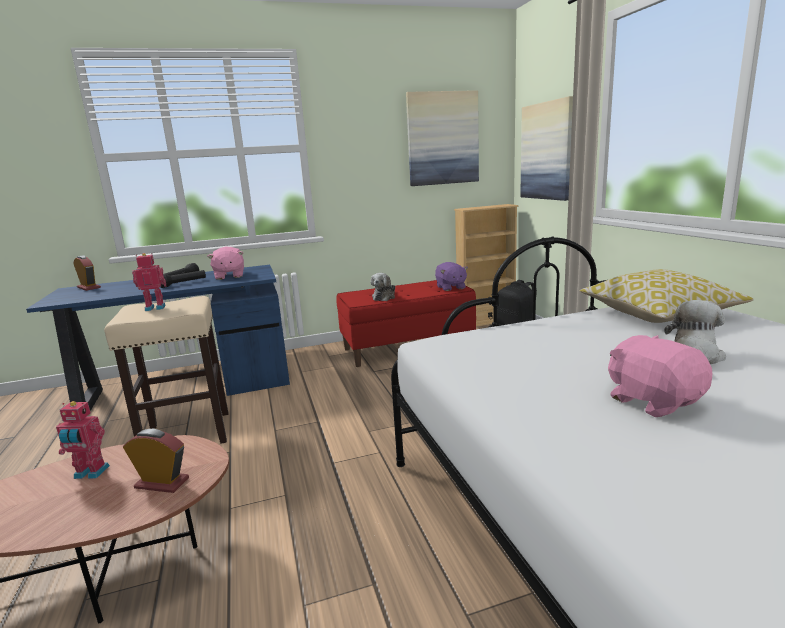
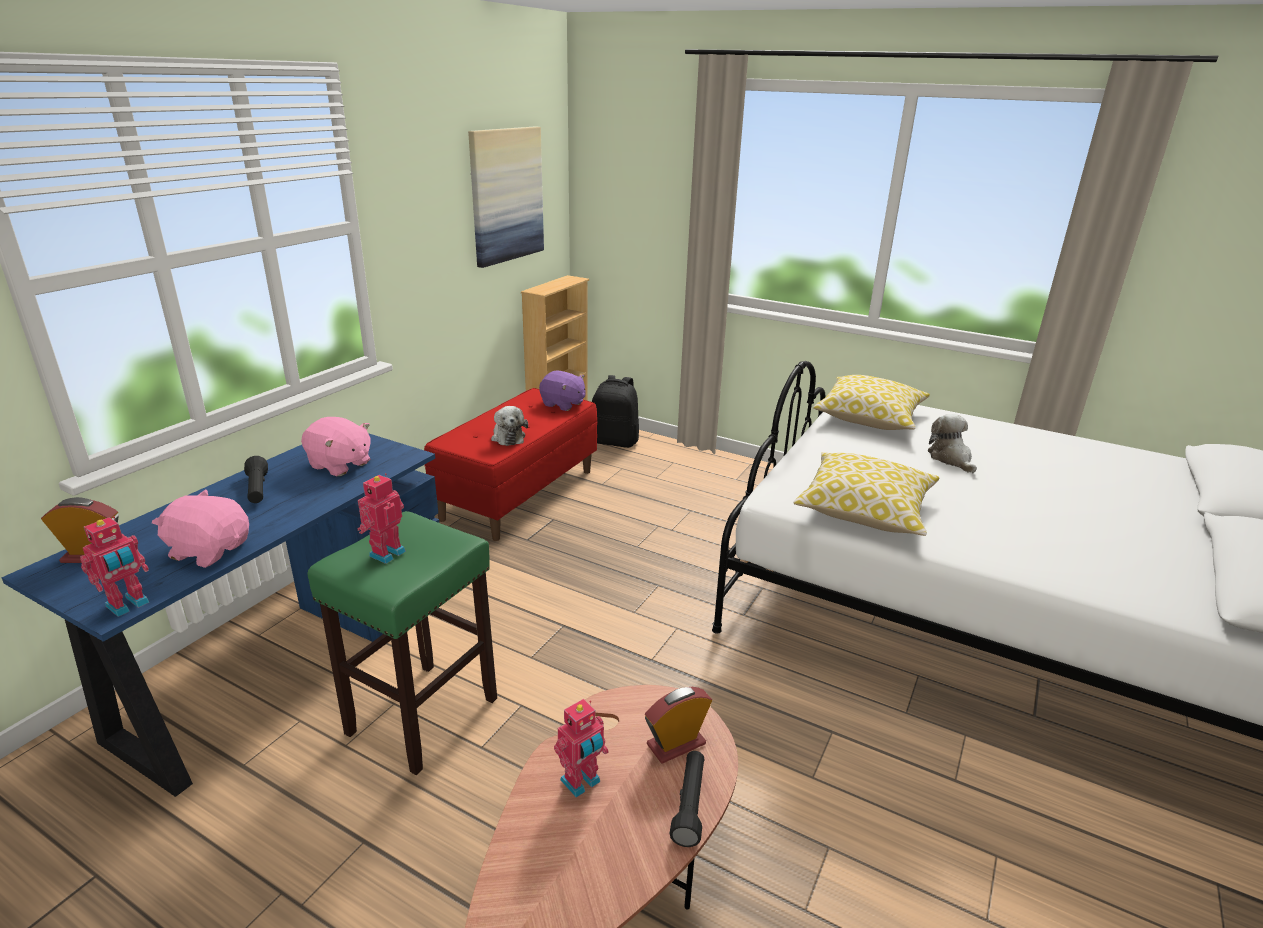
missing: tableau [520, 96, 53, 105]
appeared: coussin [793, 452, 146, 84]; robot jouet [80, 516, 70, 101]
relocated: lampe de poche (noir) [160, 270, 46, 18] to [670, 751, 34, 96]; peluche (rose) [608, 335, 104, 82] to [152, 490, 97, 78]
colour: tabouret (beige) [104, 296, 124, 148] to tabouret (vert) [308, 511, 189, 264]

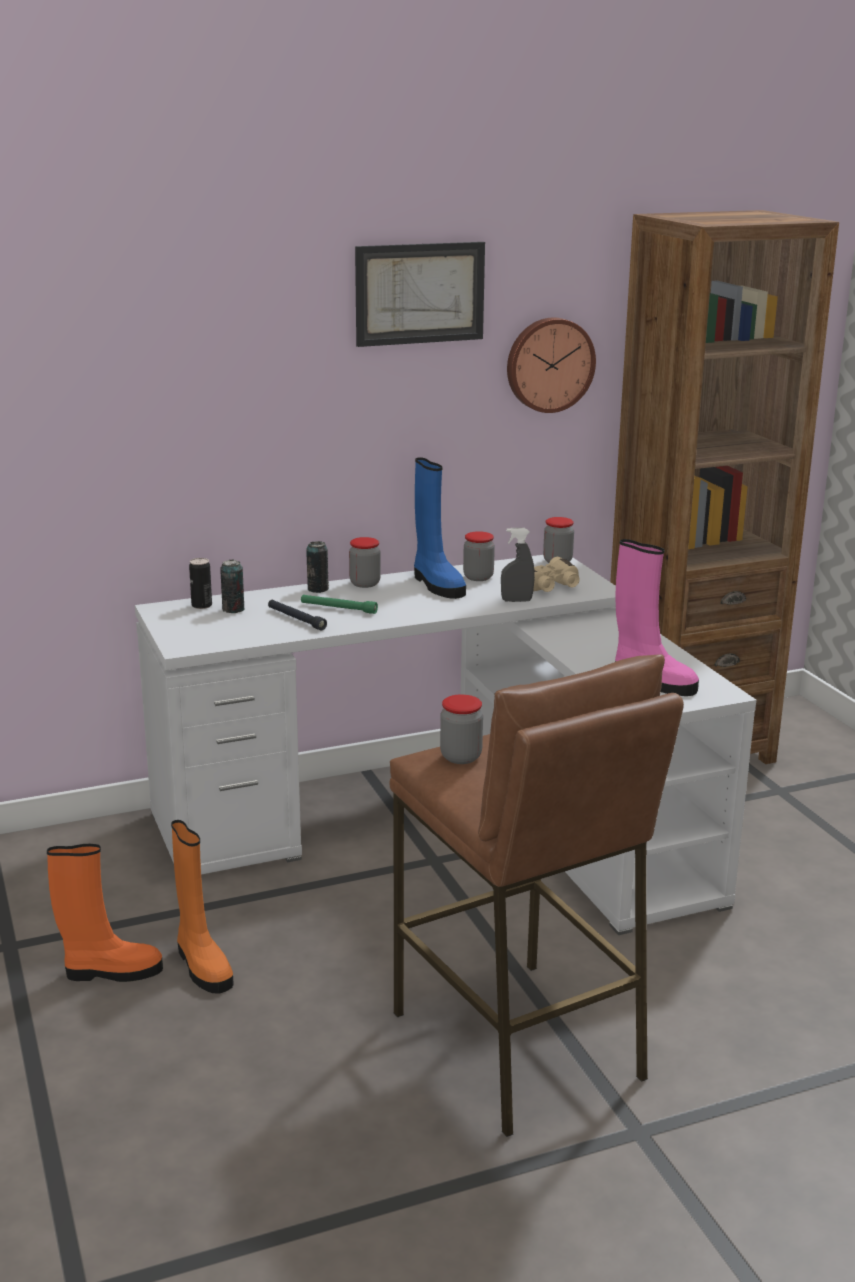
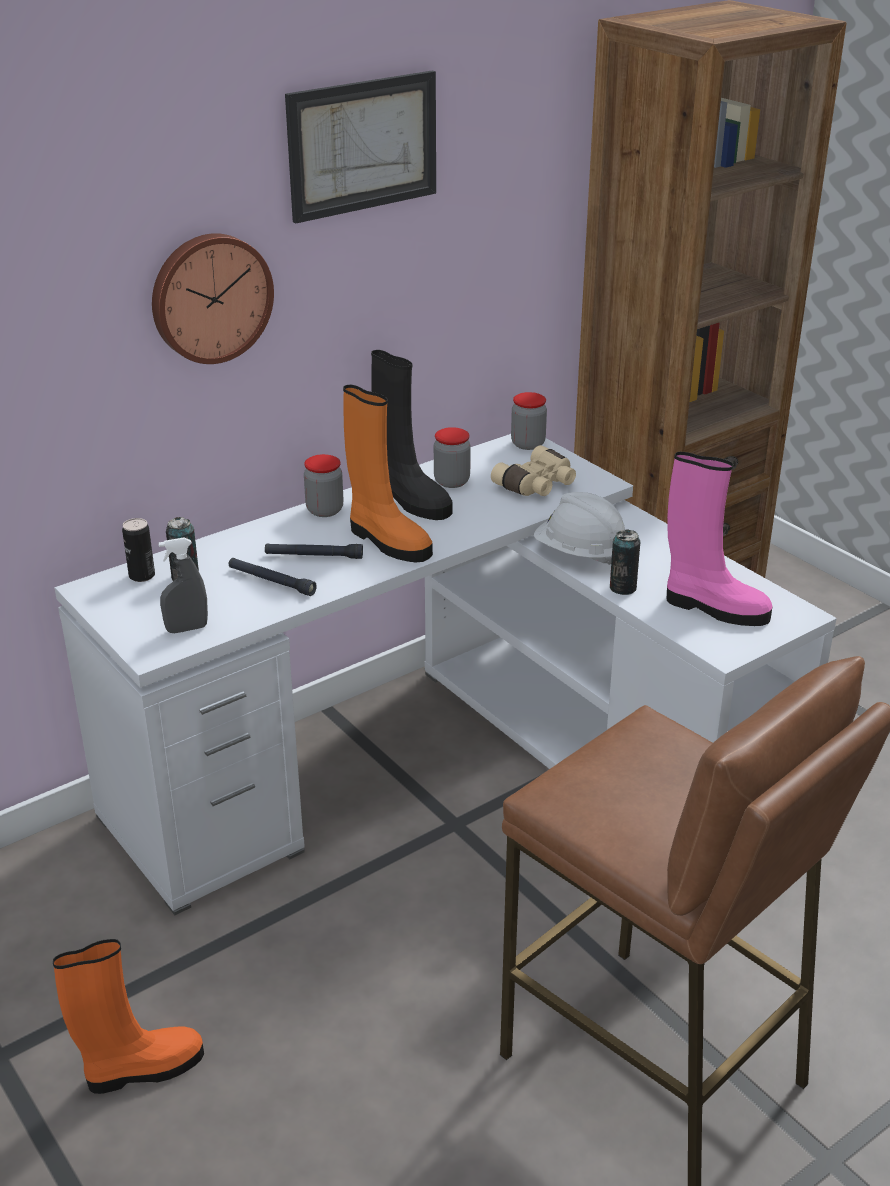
missing: bocal [440, 694, 43, 70]
appeared: casque de chantier (blanc) [534, 492, 91, 73]
relocated: horloge murale [507, 317, 89, 96] to [152, 233, 122, 131]; vaporisateur (gris) [501, 528, 34, 74] to [158, 537, 50, 96]; boîte métallique [306, 541, 23, 52] to [610, 529, 31, 66]; botte (orange) [171, 820, 62, 174] to [343, 385, 90, 177]
colour: botte (bleu) [414, 457, 52, 142] to botte (noir) [371, 350, 82, 170]; lampe de poche (vert) [301, 595, 77, 19] to lampe de poche (noir) [265, 544, 98, 15]

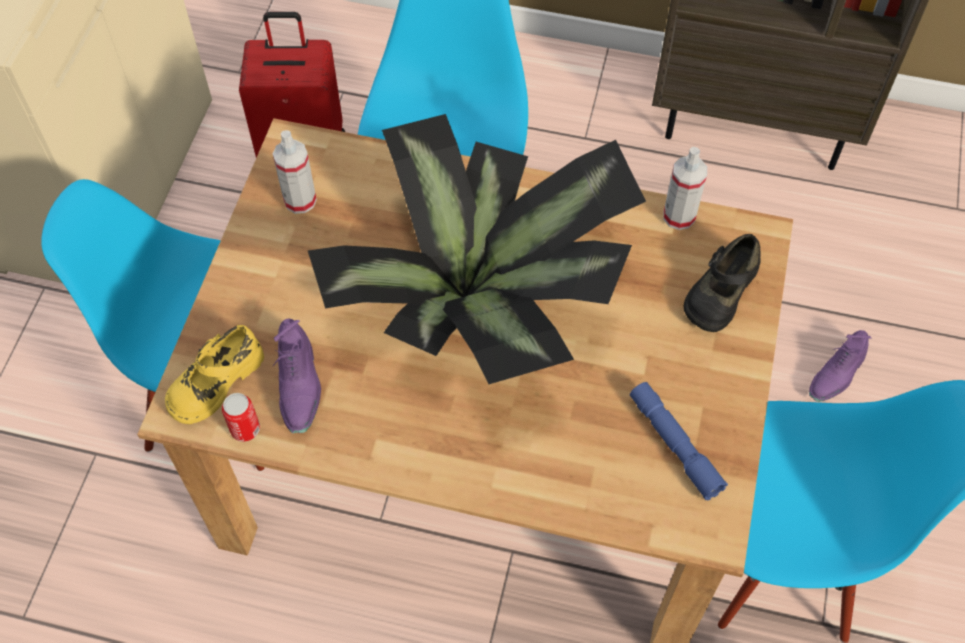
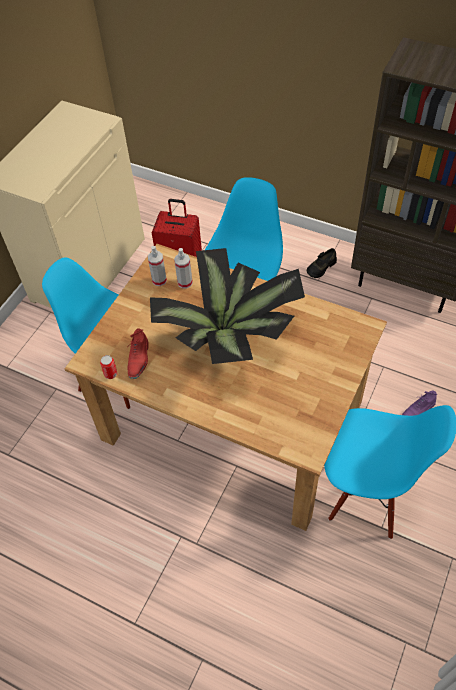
missing: chaussure (jaune) [165, 325, 99, 99]; lampe de poche (bleu) [630, 382, 98, 119]
relocated: vaporisateur [663, 147, 44, 83] to [174, 248, 19, 40]; chaussure (noir) [684, 234, 77, 98] to [307, 248, 30, 30]
colour: chaussure (violet) [272, 319, 49, 114] to chaussure (rouge) [128, 329, 21, 50]

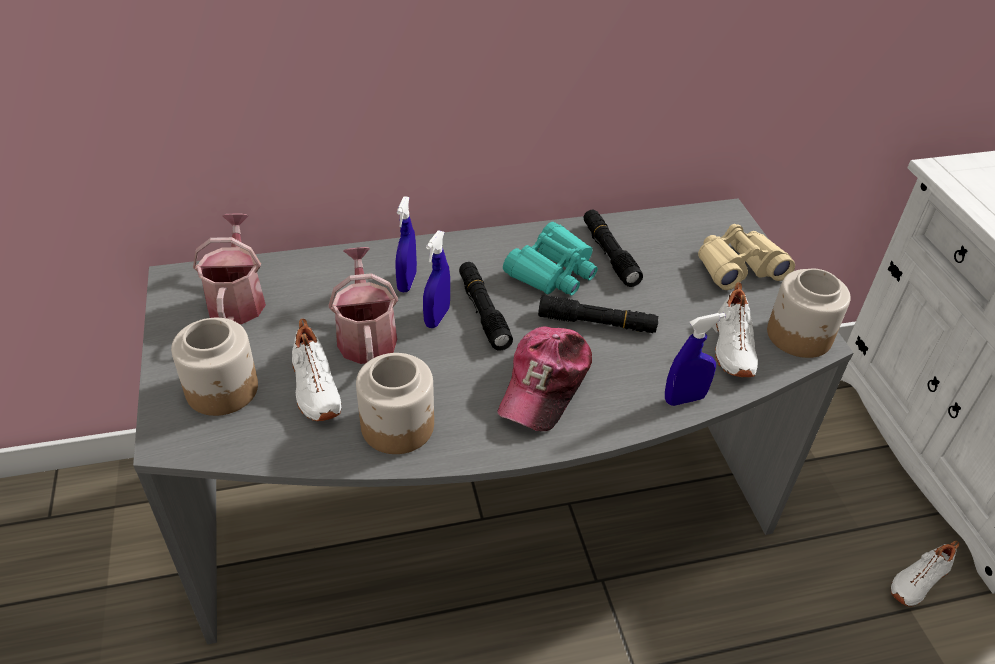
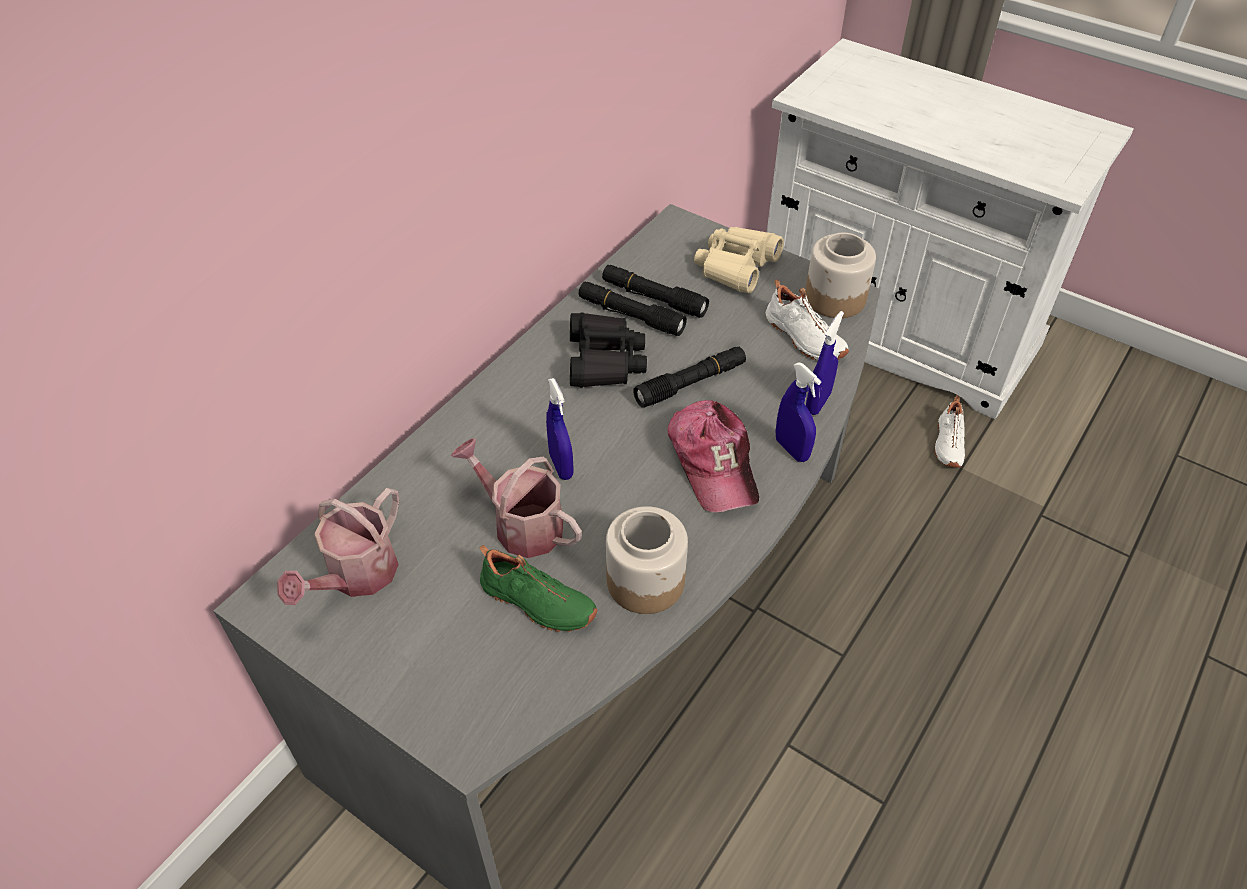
missing: bocal [171, 318, 87, 98]
relocated: vaporisateur (bleu) [395, 196, 22, 96] to [776, 362, 45, 100]; lampe de poche (noir) [459, 262, 54, 88] to [602, 265, 107, 53]
colour: jumelles (turquoise) [503, 222, 95, 74] to jumelles (noir) [570, 313, 77, 74]; chaussure (blanc) [292, 319, 49, 102] to chaussure (vert) [479, 545, 119, 87]
spun: arrosoir [193, 214, 73, 110] = [277, 488, 123, 117] 105 degrees counterclockwise

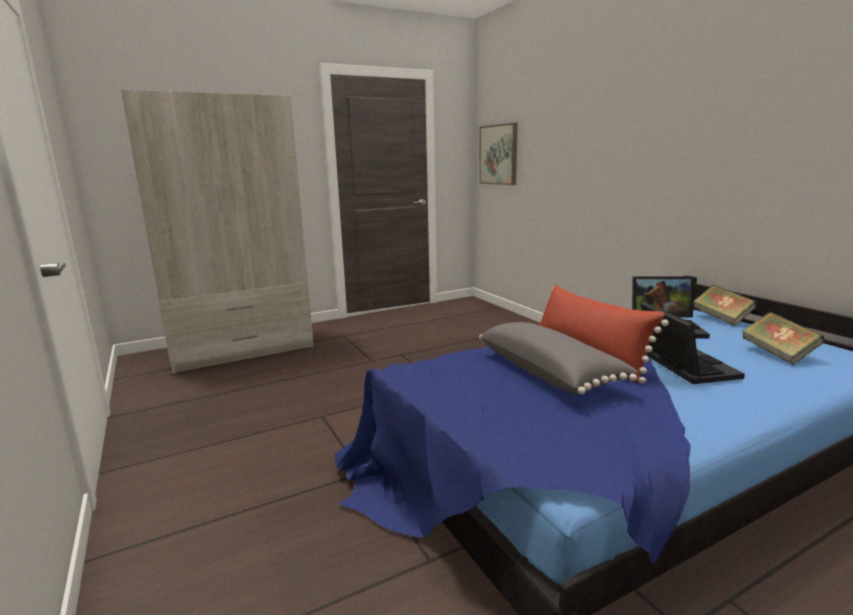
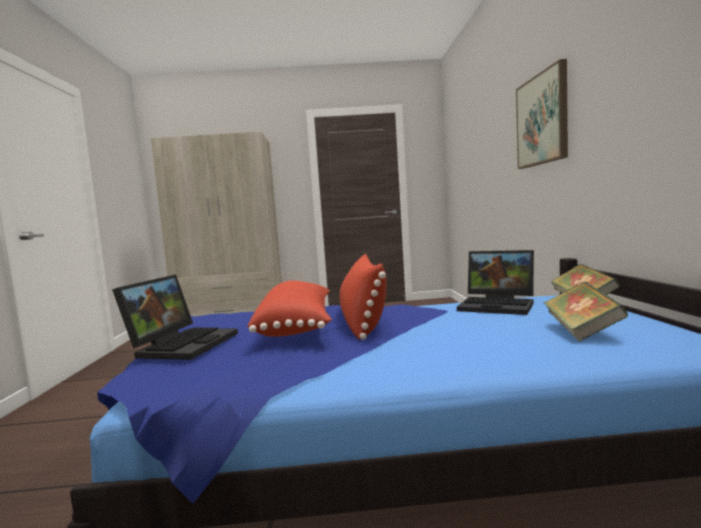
relocated: tableau [479, 123, 39, 62] to [516, 59, 52, 110]; ordinateur portable [641, 302, 104, 82] to [112, 274, 126, 86]
colour: coussin (gris) [479, 322, 159, 72] to coussin (rouge) [247, 280, 85, 57]

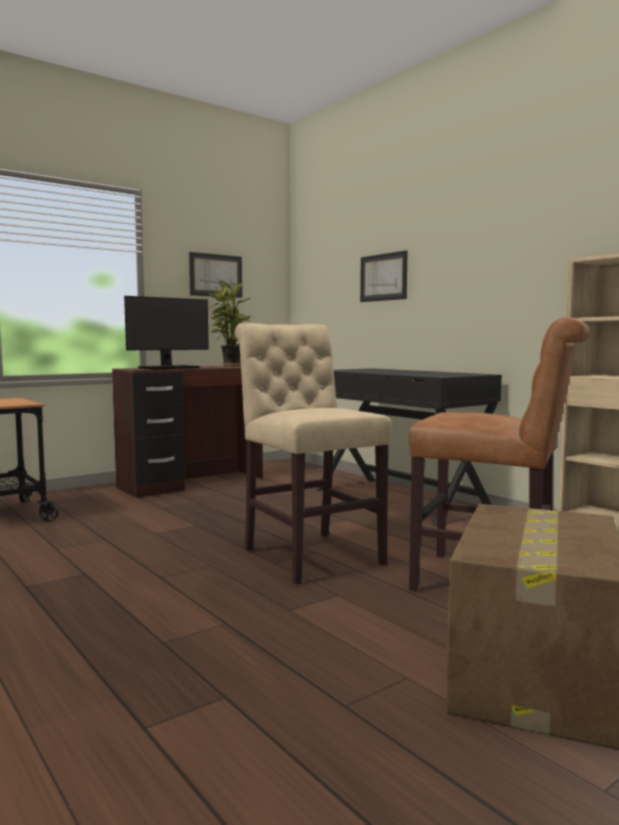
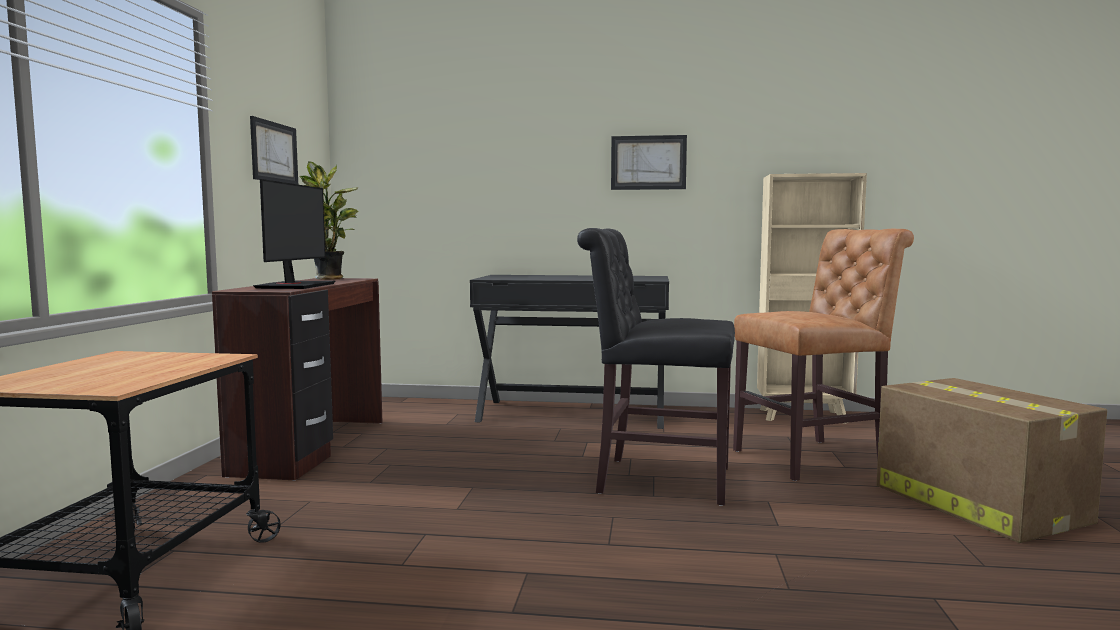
relocated: tableau [360, 251, 48, 51] to [611, 135, 76, 55]
colour: chaise (beige) [235, 323, 157, 262] to chaise (noir) [577, 228, 158, 278]

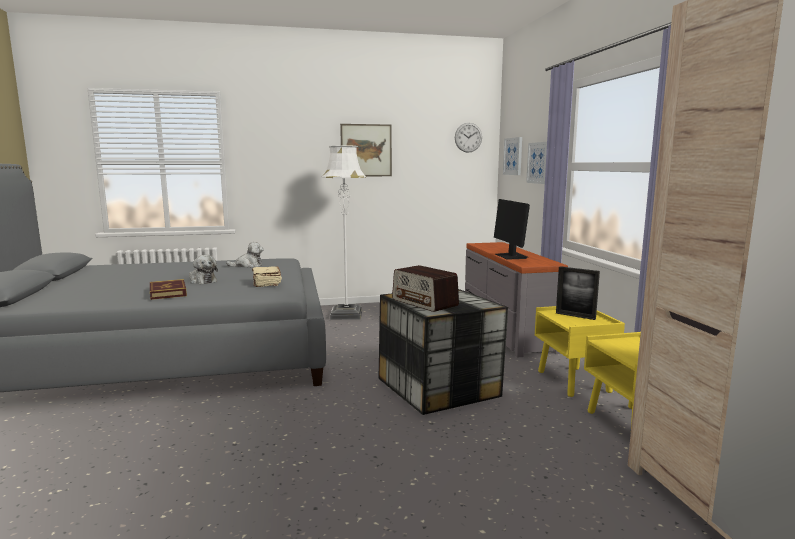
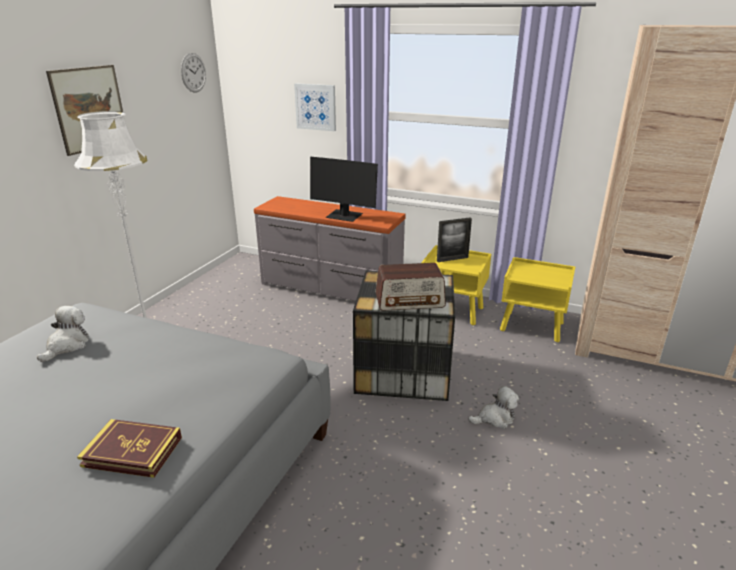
missing: tableau [503, 137, 19, 38]; livre (beige) [252, 266, 30, 21]
relocated: peluche [189, 255, 29, 29] to [468, 386, 51, 43]

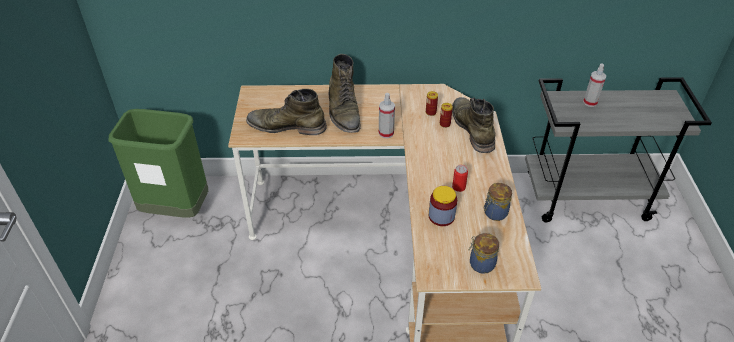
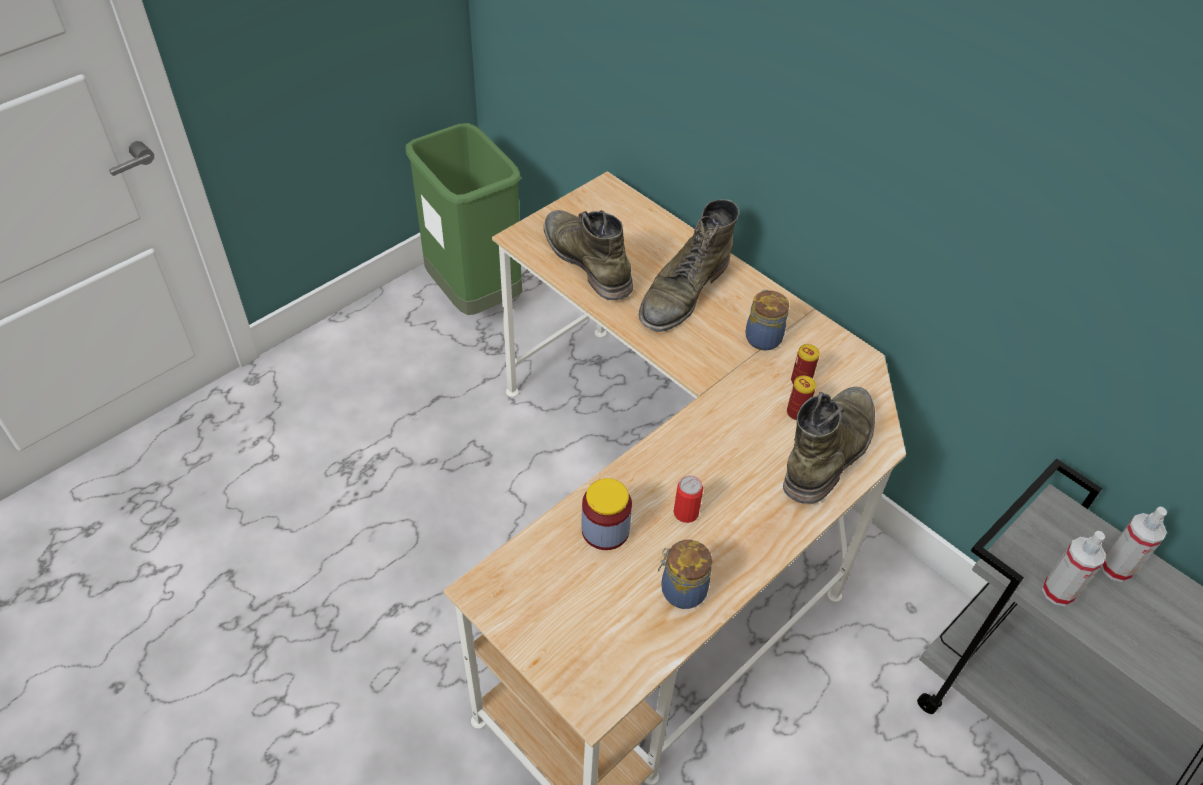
relocated: vaporisateur [379, 93, 16, 45] to [1042, 531, 64, 75]; bocal [468, 233, 31, 41] to [745, 289, 44, 61]

